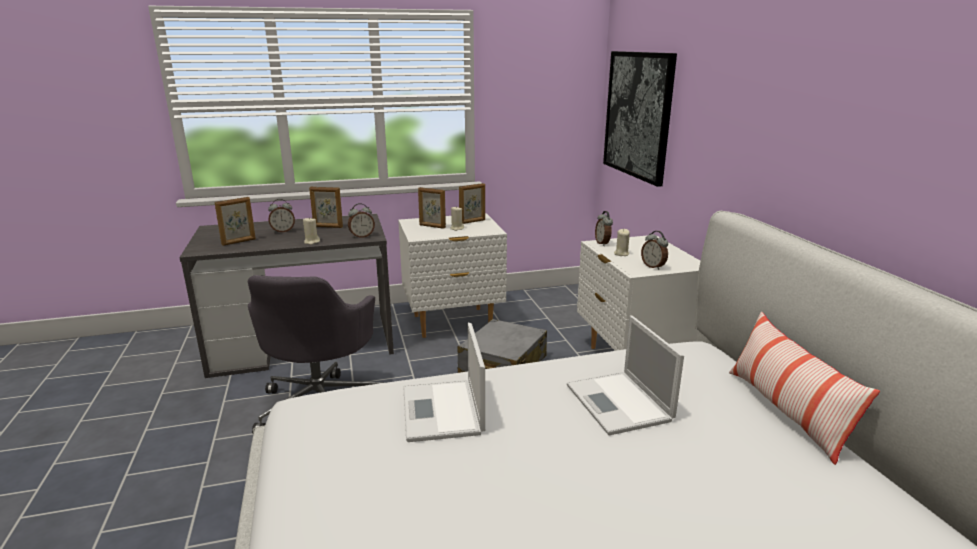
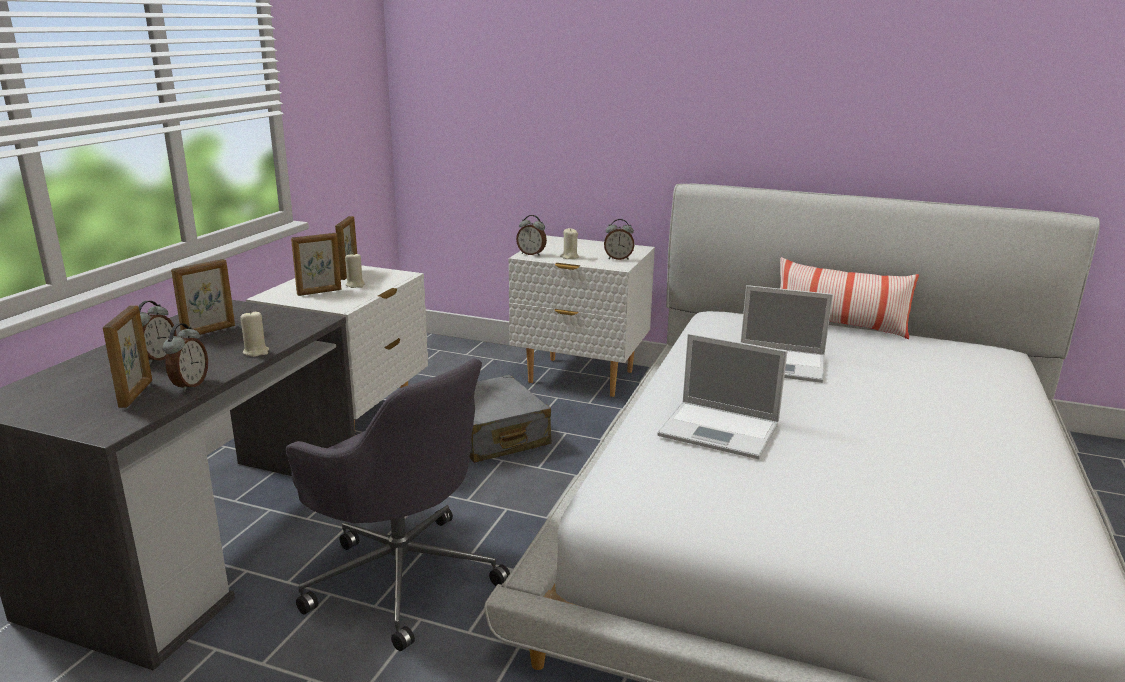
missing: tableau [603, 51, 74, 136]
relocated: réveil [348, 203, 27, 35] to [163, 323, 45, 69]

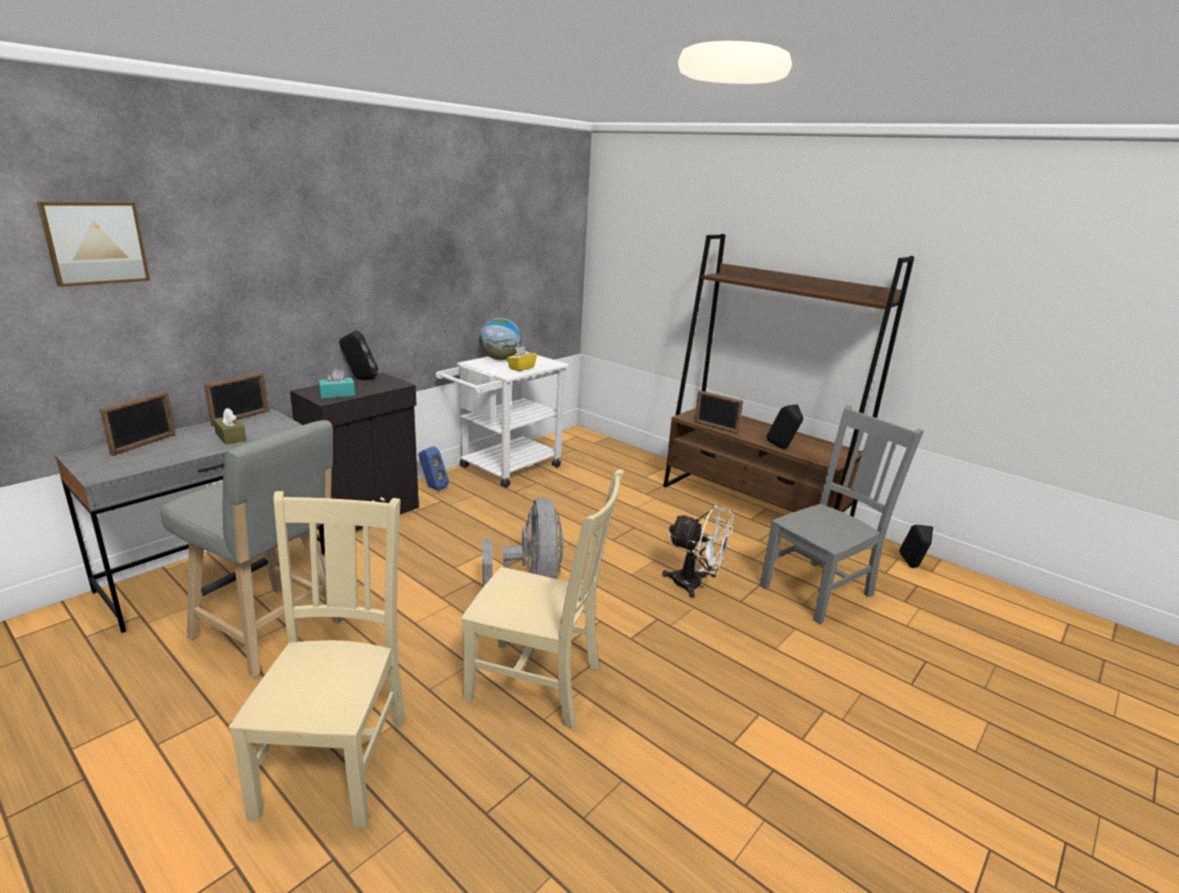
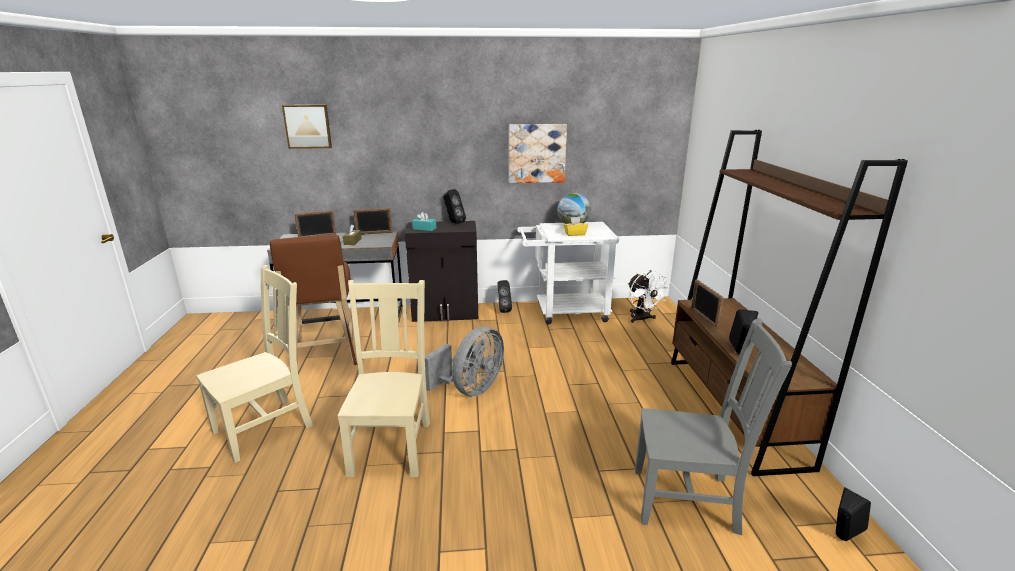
appeared: tableau [509, 124, 58, 59]
relocated: ventilateur (blanc) [662, 505, 72, 93] to [628, 270, 42, 53]
colour: tabouret (gris) [160, 420, 183, 258] to tabouret (marron) [270, 235, 88, 130]; enceinte (bleu) [418, 446, 31, 45] to enceinte (noir) [497, 280, 15, 33]
spun: chaise (beige) [461, 469, 163, 260] = [337, 280, 93, 197] 150 degrees counterclockwise

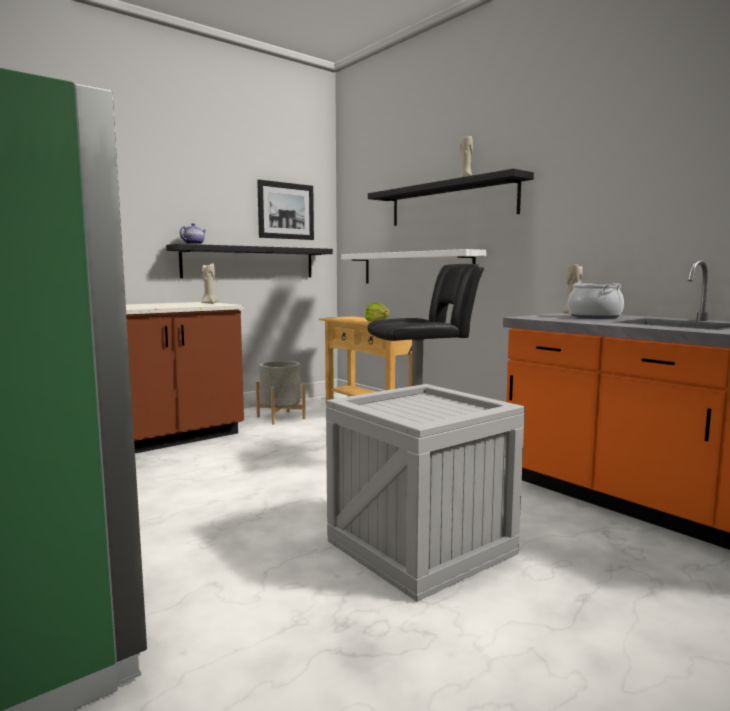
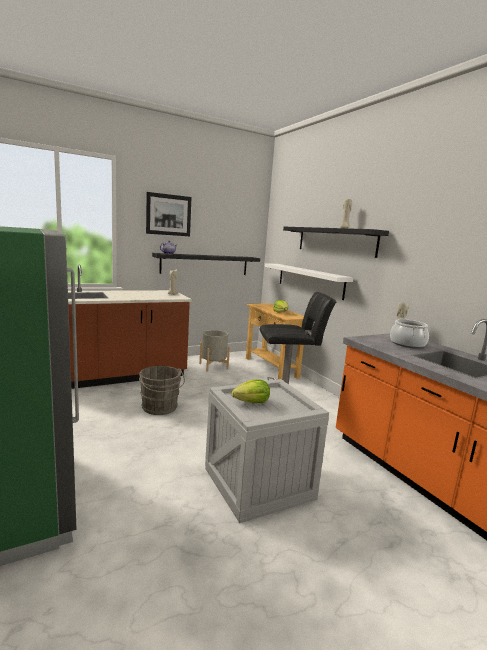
appeared: seau (gris) [139, 366, 46, 49]; laitue [231, 379, 39, 24]
relocated: tableau [257, 180, 57, 60] to [146, 192, 45, 44]

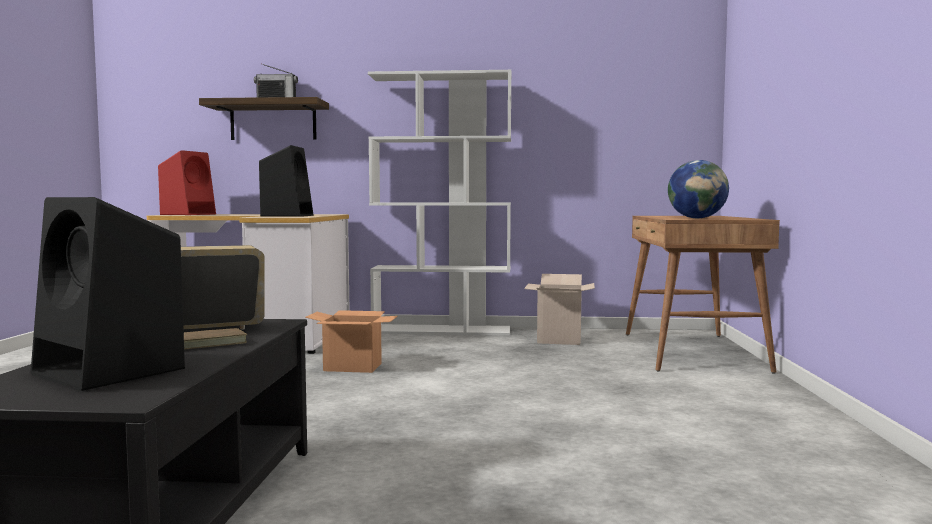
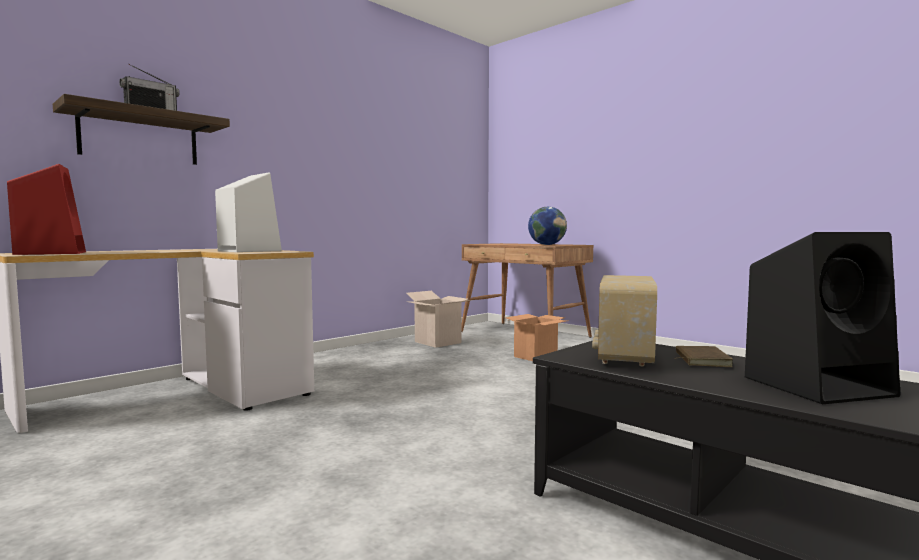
missing: bibliothèque (blanc) [368, 70, 144, 266]
relocated: carton [305, 310, 93, 63] to [506, 314, 61, 47]
colour: enceinte (noir) [259, 145, 54, 72] to enceinte (blanc) [215, 172, 67, 80]

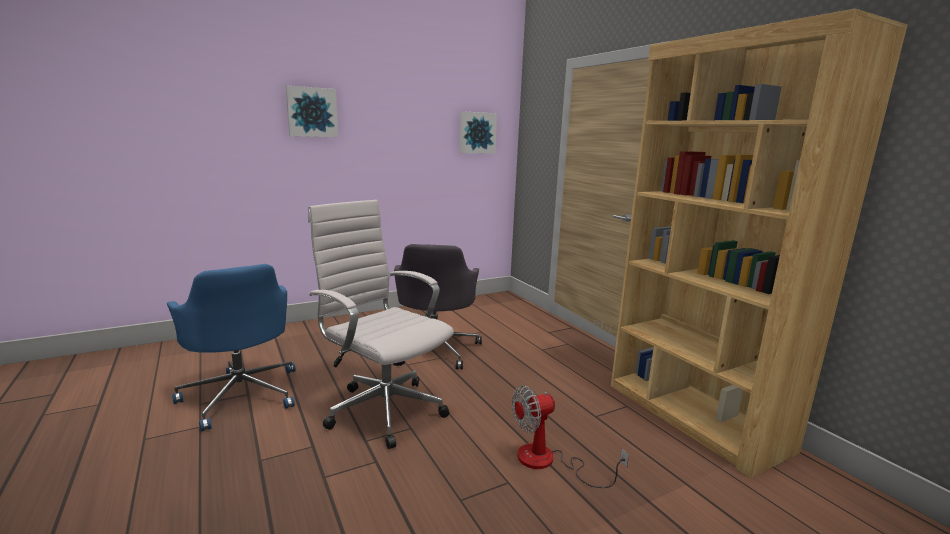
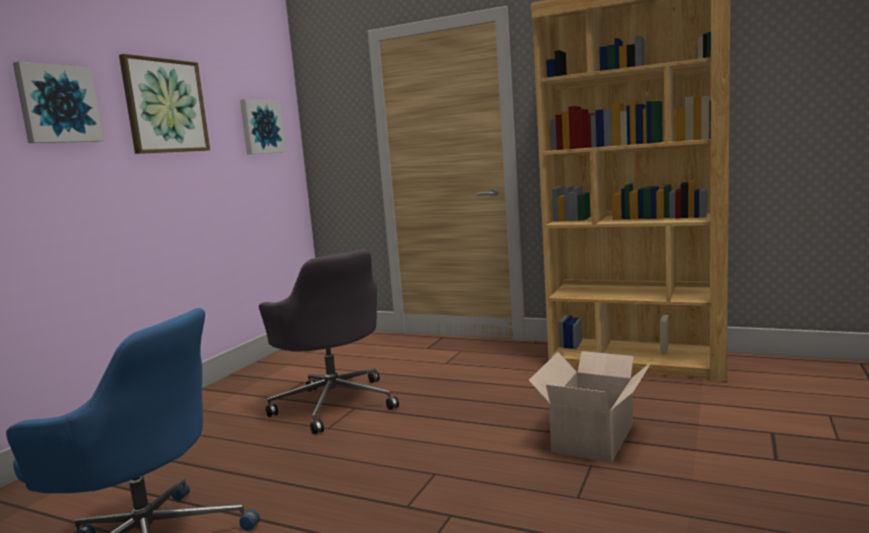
missing: chaise de bureau (blanc) [308, 200, 146, 249]
appeared: tableau [119, 54, 91, 100]
exchanged: ventilateur [512, 385, 117, 103] to carton [528, 351, 124, 112]

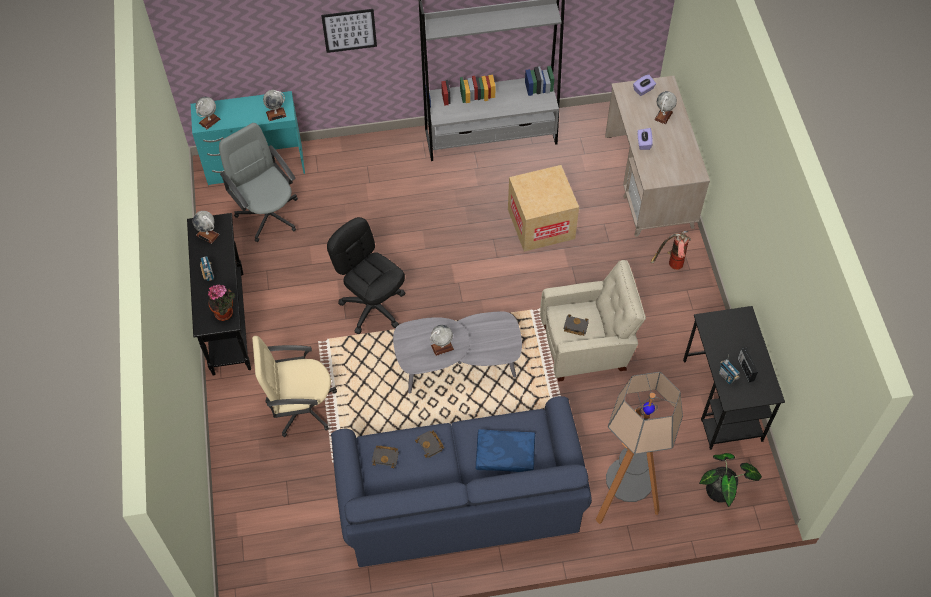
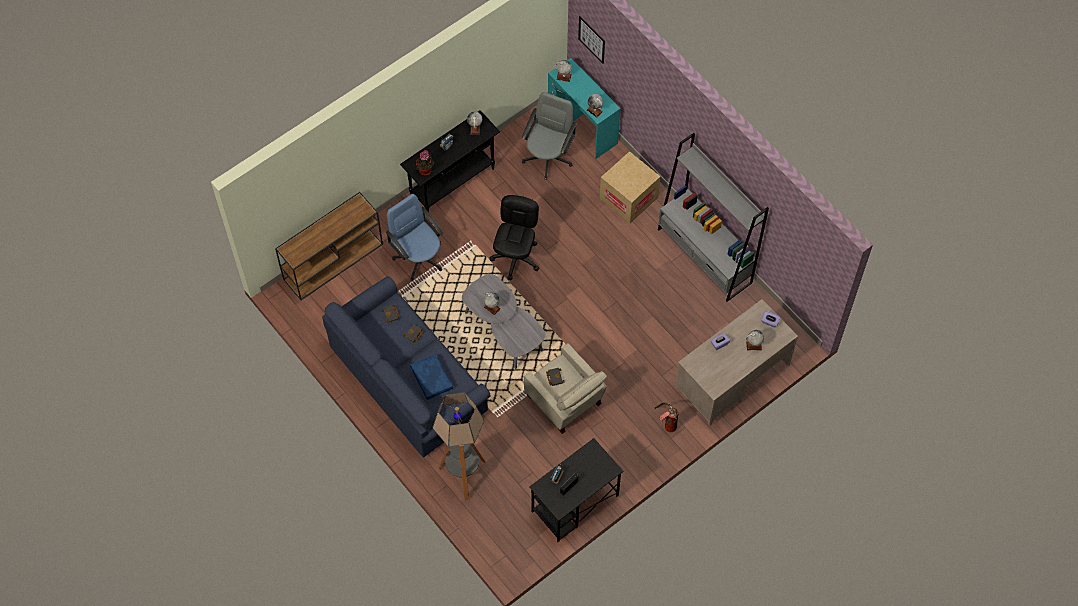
missing: plante en pot [699, 453, 63, 54]
appeared: table console (marron) [275, 192, 108, 108]
relocated: tableau [321, 9, 56, 44] to [578, 16, 27, 48]; carton [508, 165, 71, 87] to [600, 151, 61, 72]
colour: chaise de bureau (beige) [252, 336, 85, 101] to chaise de bureau (bleu) [386, 194, 58, 87]

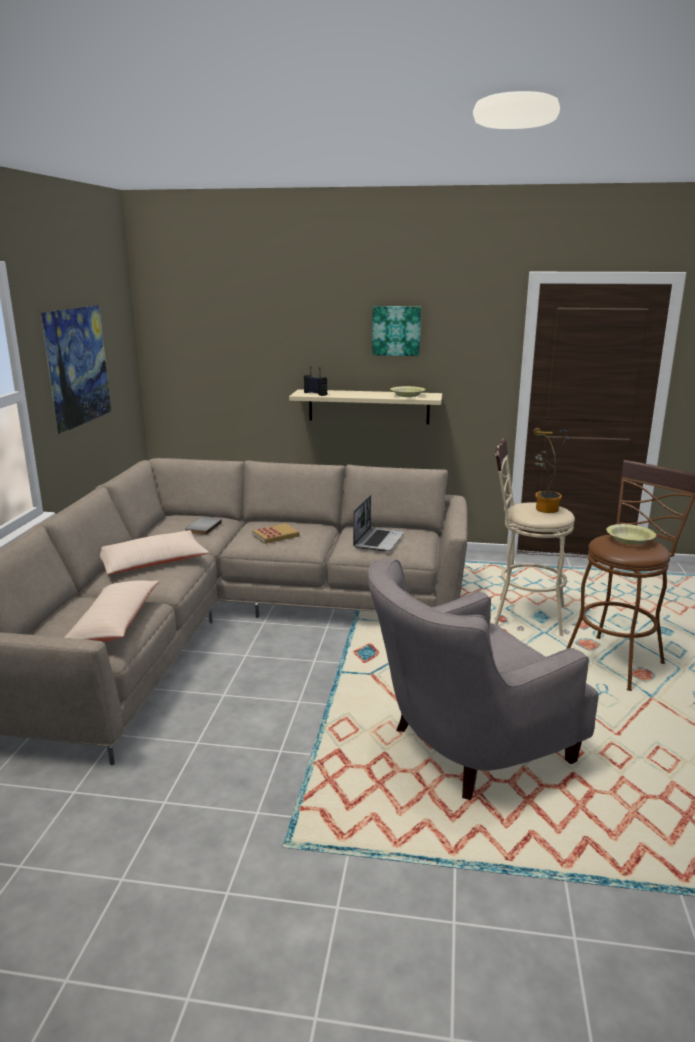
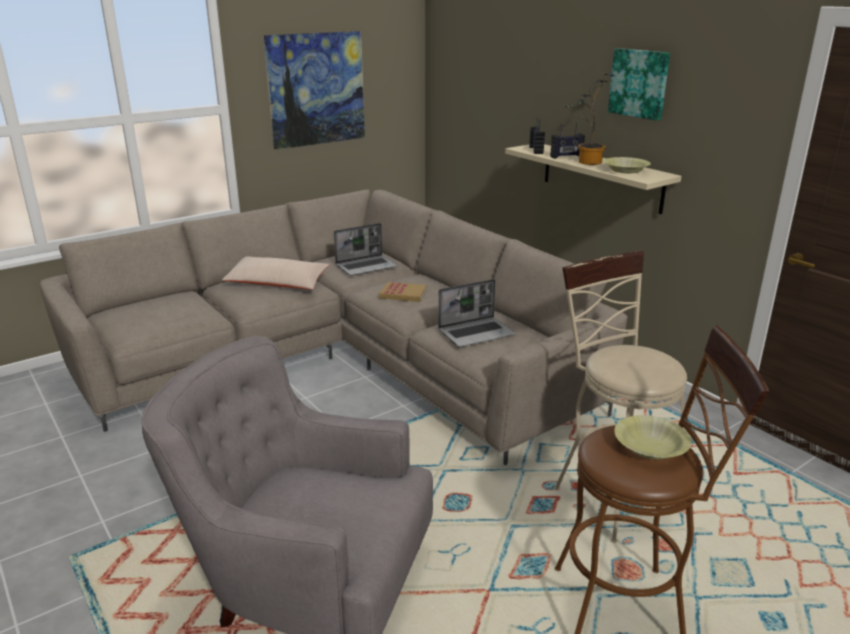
missing: coussin (beige) [64, 580, 95, 62]
appeared: radio [550, 123, 35, 36]
relocated: plante en pot [534, 430, 38, 83] to [563, 74, 52, 91]
exchanged: livre (gris) [185, 517, 37, 18] to ordinateur portable [334, 223, 63, 53]

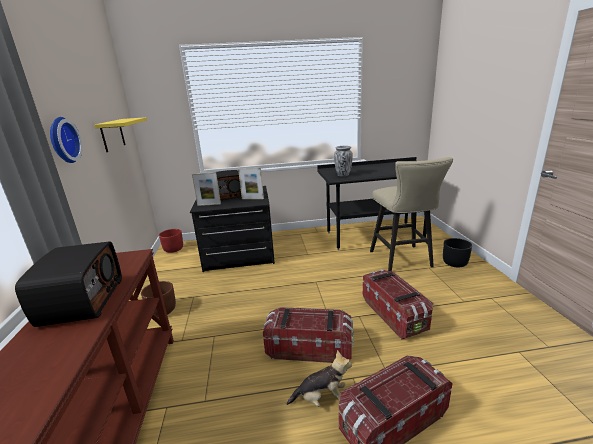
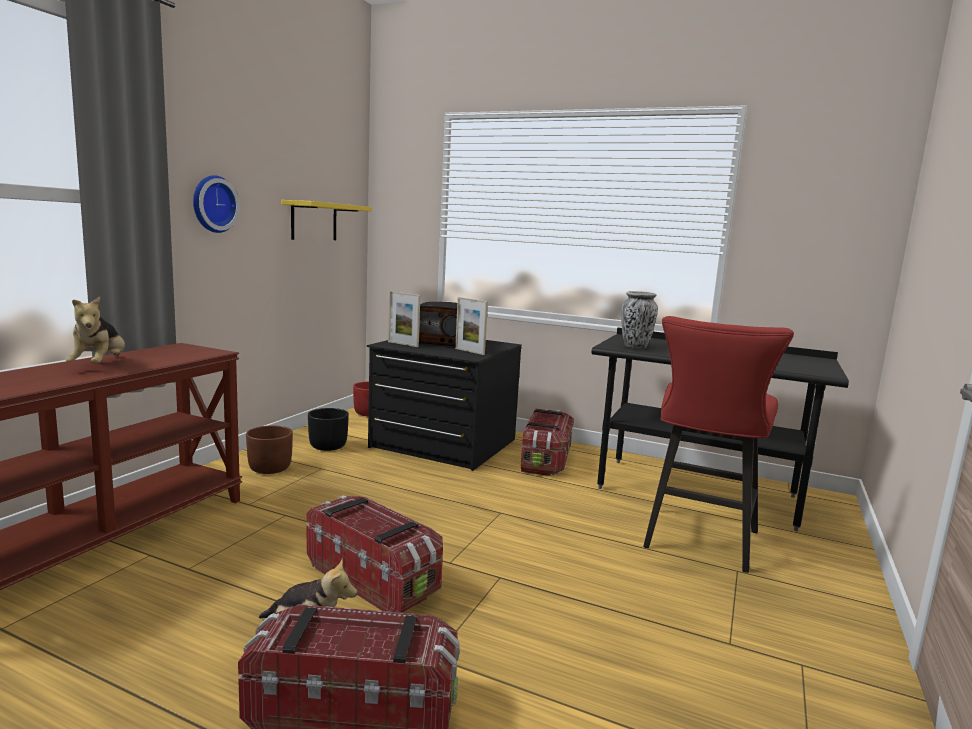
relocated: cache-pot (noir) [443, 238, 29, 30] to [308, 408, 41, 43]; boîte de rangement [363, 269, 70, 71] to [521, 408, 53, 68]
exchanged: radio [15, 241, 107, 86] to peluche [66, 296, 59, 67]
colour: tabouret (beige) [370, 157, 83, 114] to tabouret (rouge) [643, 316, 151, 257]

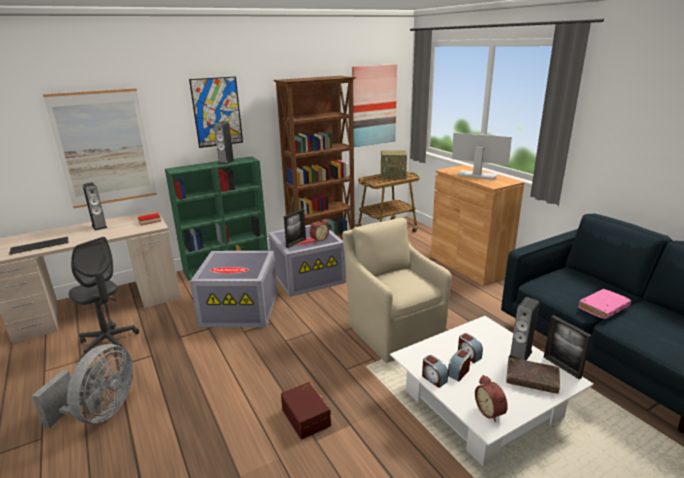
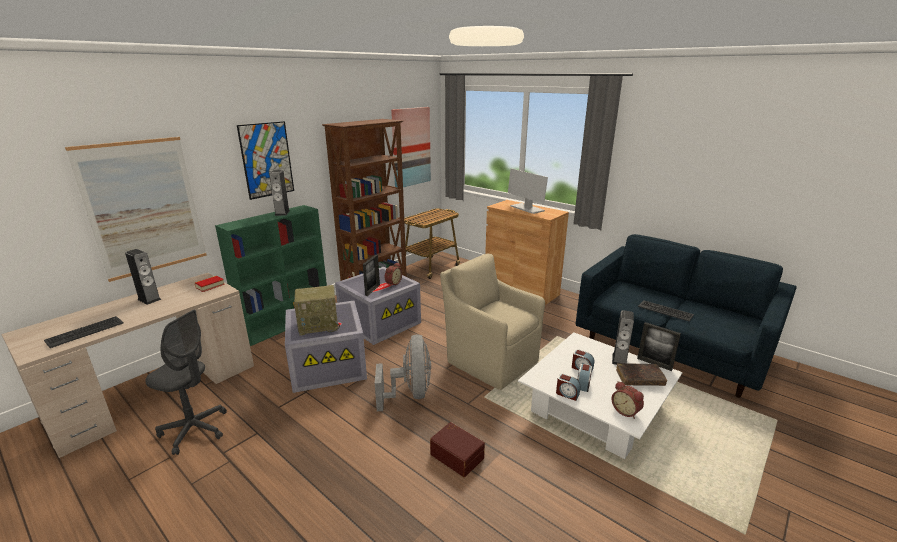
relocated: radio [381, 150, 27, 29] to [294, 285, 46, 50]; ventilateur (gris) [32, 344, 101, 84] to [375, 334, 56, 77]
exchanged: livre (rose) [578, 289, 53, 30] to clavier [638, 300, 56, 22]
spun: écran d'ordinateur [452, 132, 60, 48] = [508, 169, 40, 45] 135 degrees counterclockwise

